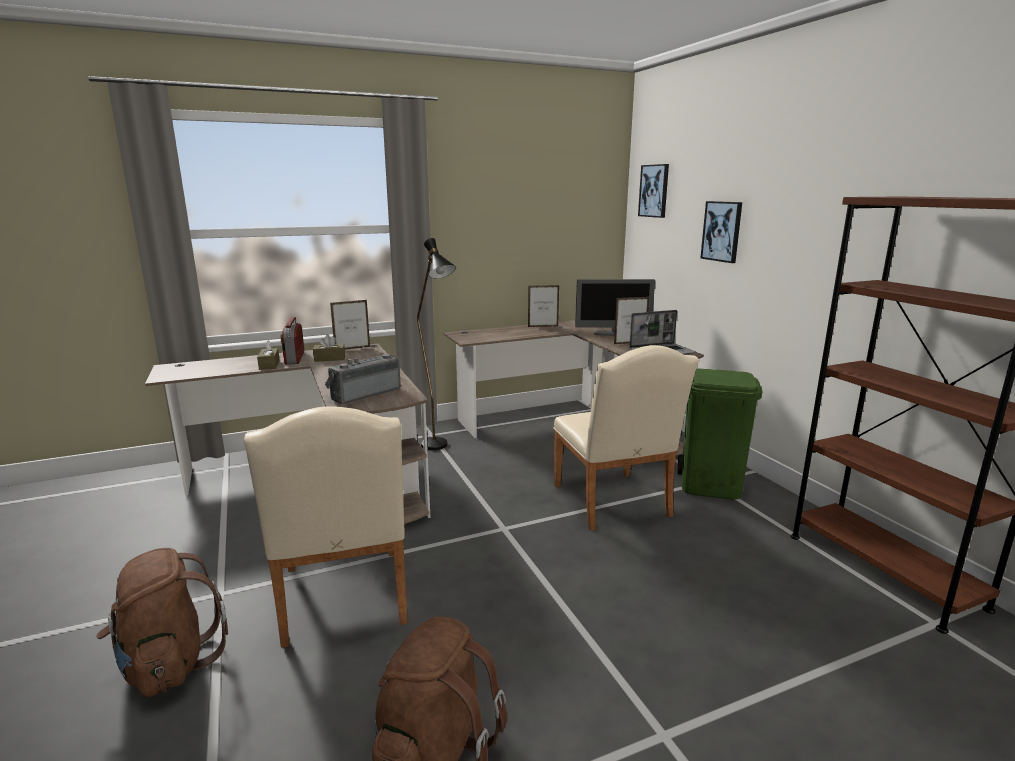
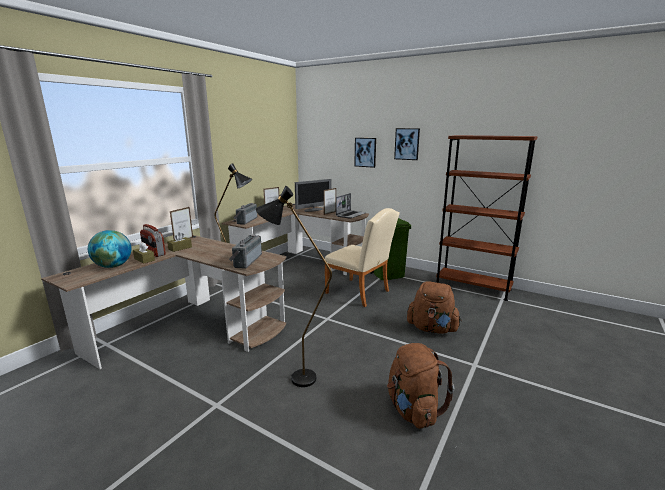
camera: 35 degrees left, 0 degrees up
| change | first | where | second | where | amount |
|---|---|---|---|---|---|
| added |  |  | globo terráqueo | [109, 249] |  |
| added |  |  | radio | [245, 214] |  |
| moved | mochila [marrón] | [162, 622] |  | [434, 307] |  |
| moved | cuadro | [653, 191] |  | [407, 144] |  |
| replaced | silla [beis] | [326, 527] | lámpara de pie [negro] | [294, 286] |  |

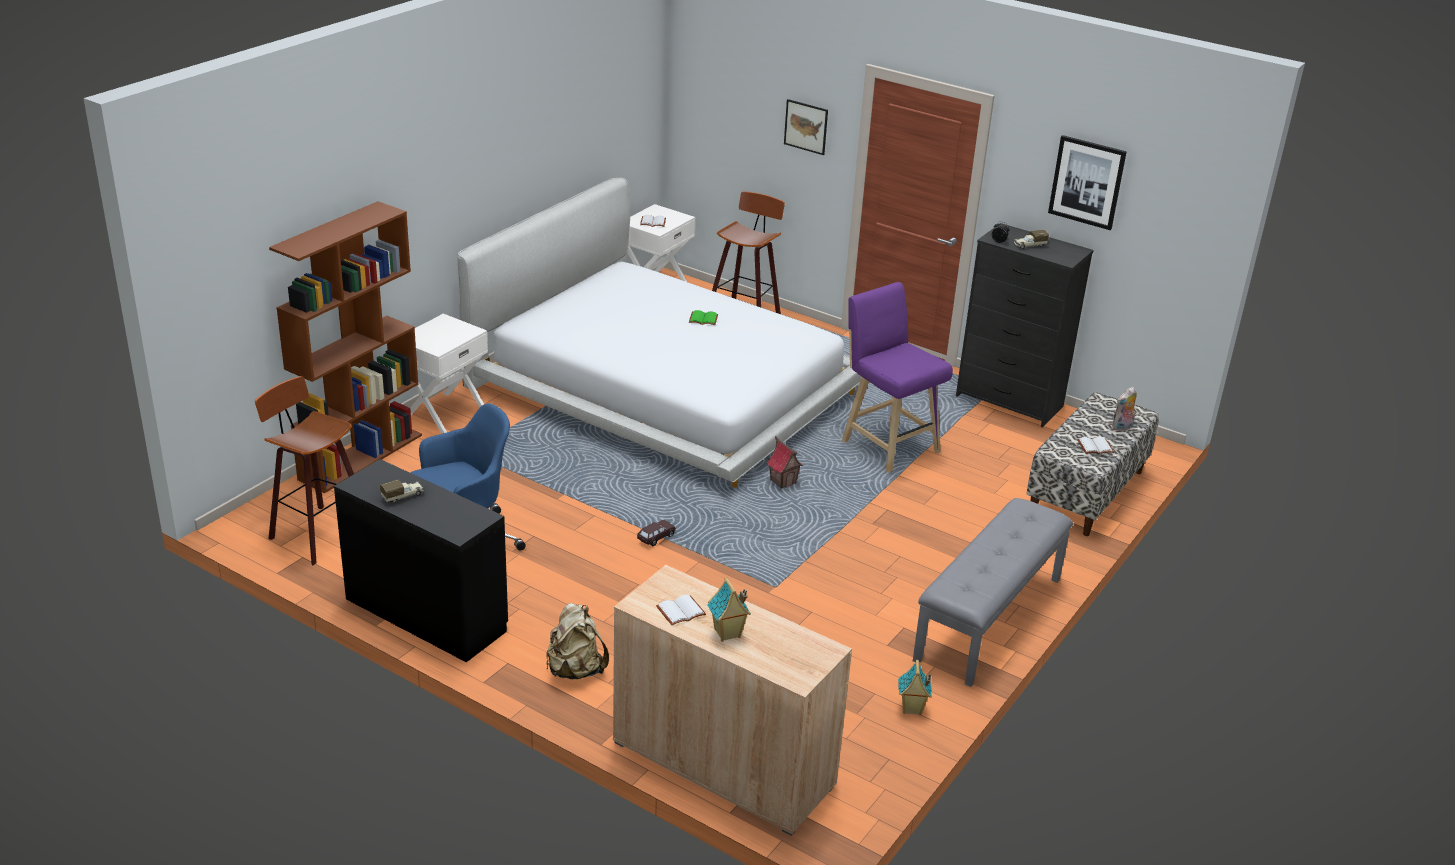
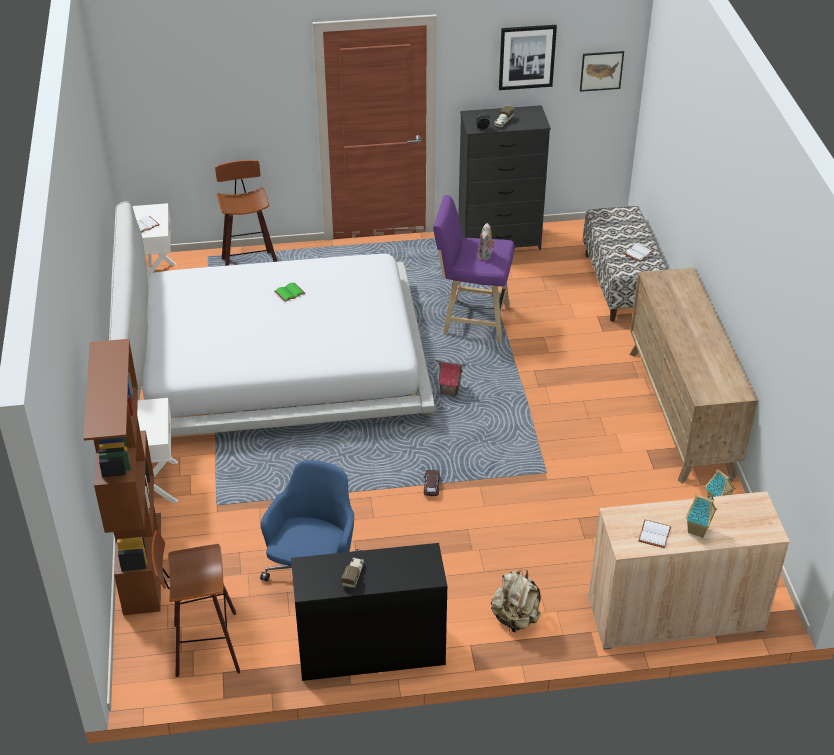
camera: 40 degrees left, 10 degrees up
| change | first | where | second | where | amount |
|---|---|---|---|---|---|
| moved | cuadro | [806, 127] |  | [602, 71] |  |
| moved | peluche | [1124, 409] |  | [486, 241] |  |
| replaced | banco [gris] | [993, 592] | cómoda [marrón] | [694, 375] |  |

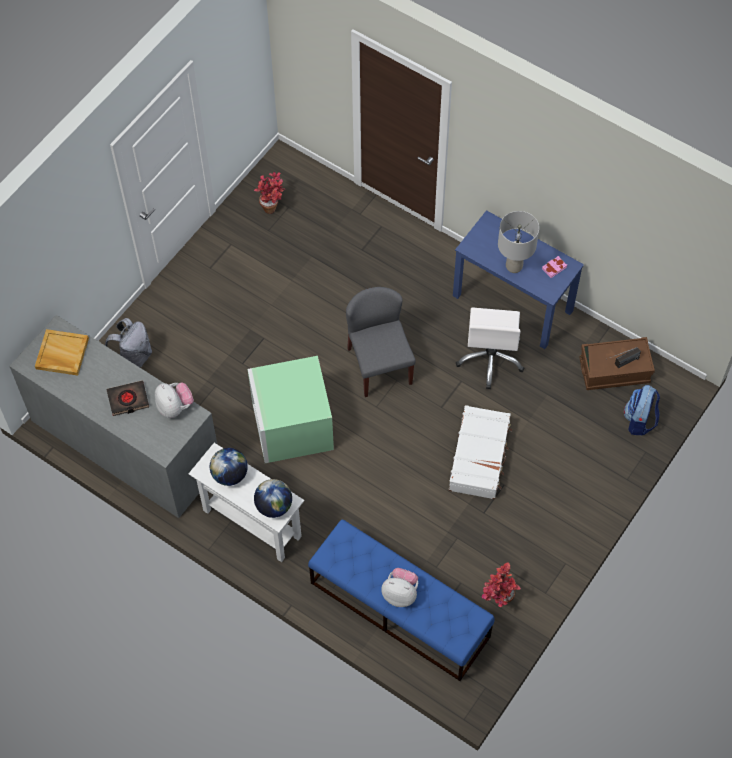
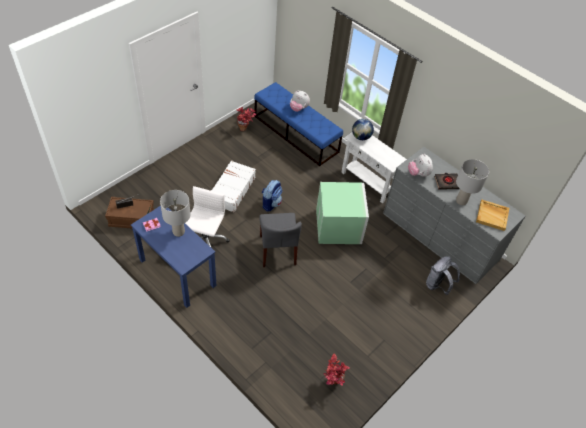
camera: 175 degrees left, 10 degrees down
| change | first | where | second | where | amount |
|---|---|---|---|---|---|
| removed | globo terráqueo | [229, 467] |  |  |  |
| added |  |  | lámpara de mesa [gris] | [472, 182] |  |
| moved | mochila | [642, 410] |  | [272, 196] |  |

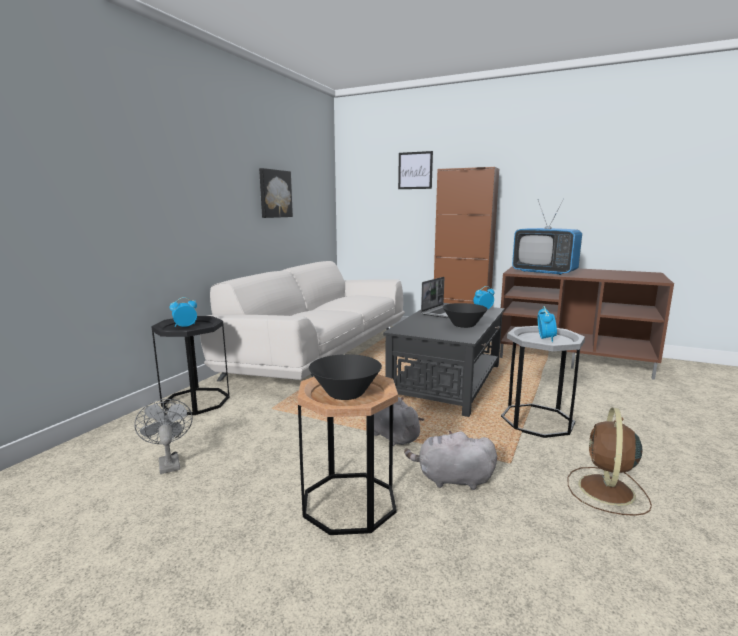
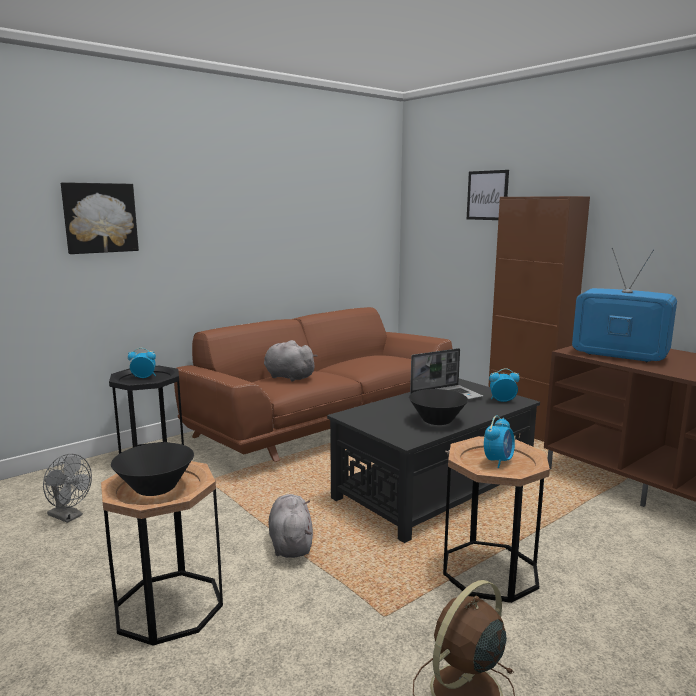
camera: 25 degrees right, 0 degrees up
| change | first | where | second | where | amount |
|---|---|---|---|---|---|
| moved | cuadro | [276, 193] |  | [100, 218] |  |
| moved | peluche [gris] | [450, 460] |  | [290, 361] |  |
| recoloured | sofá [blanco] | [302, 321] | sofá [marrón] | [313, 384] |  |
| recoloured | mesa auxiliar [gris] | [543, 382] | mesa auxiliar [marrón] | [496, 519] |  |
| turned | ventilador [gris] | [163, 436] |  | [67, 488] | 120 degrees clockwise |
| turned | televisor | [547, 236] |  | [624, 305] | 150 degrees clockwise |

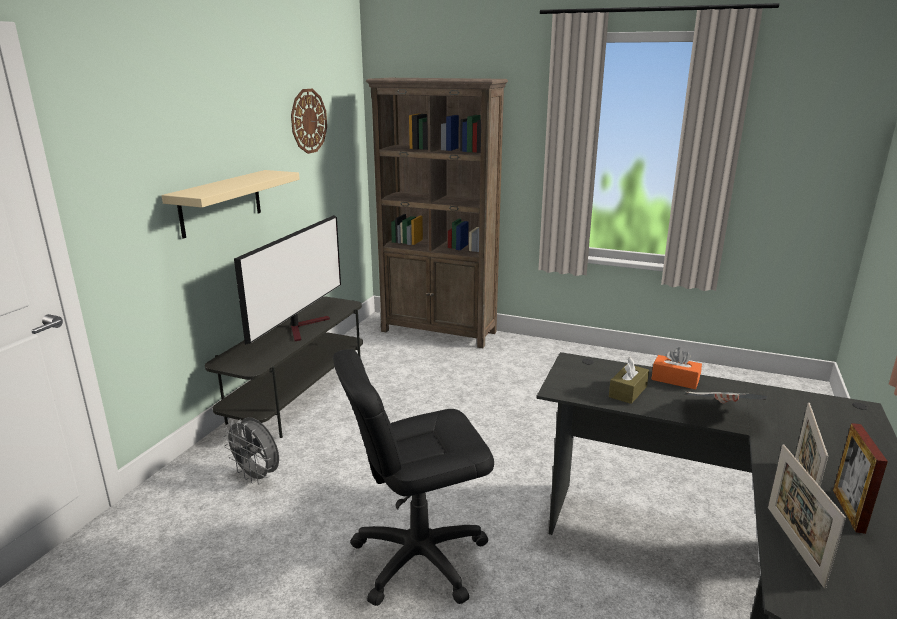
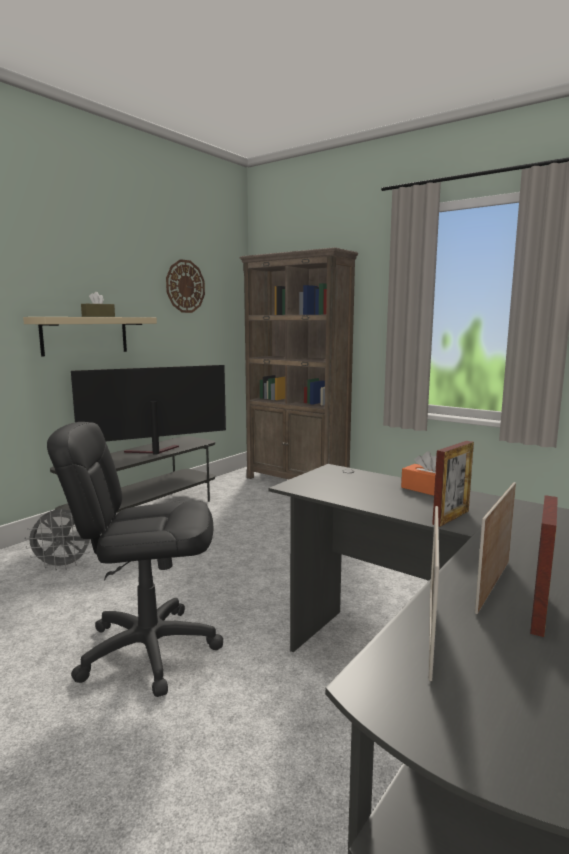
camera: 15 degrees right, 10 degrees down
| change | first | where | second | where | amount |
|---|---|---|---|---|---|
| moved | caja de pañuelos [marrón] | [629, 380] |  | [98, 304] |  |
| replaced | periódico | [725, 398] | portarretratos | [453, 484] |  |
| turned | ventilador [gris] | [251, 450] |  | [58, 539] | 60 degrees counterclockwise |
| turned | televisor | [287, 280] |  | [148, 409] | 150 degrees counterclockwise |

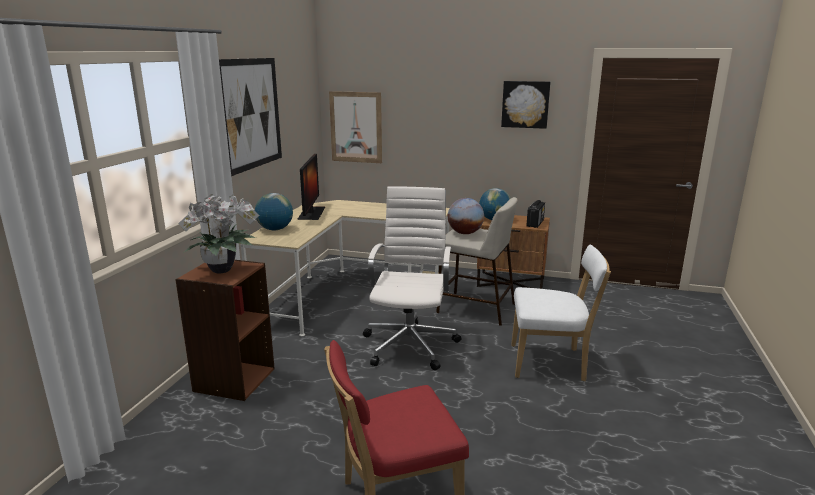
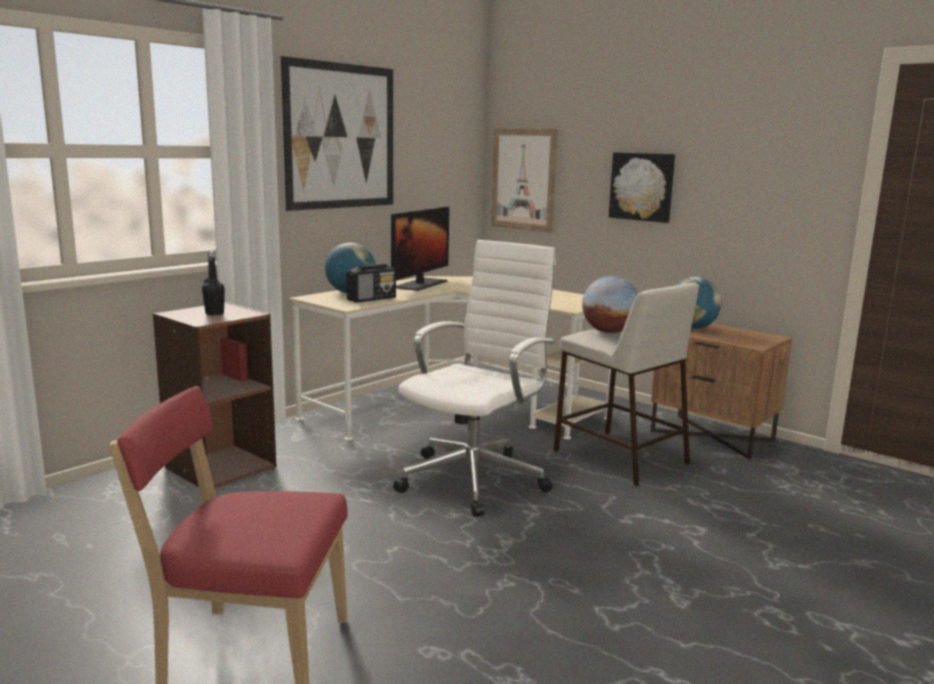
camera: 25 degrees right, 5 degrees down
| change | first | where | second | where | amount |
|---|---|---|---|---|---|
| removed | silla [blanco] | [561, 313] |  |  |  |
| moved | cuadro | [525, 105] |  | [642, 187] |  |
| moved | radio | [535, 214] |  | [371, 283] |  |
| replaced | planta en maceta | [219, 234] | botella [negro] | [213, 283] |  |

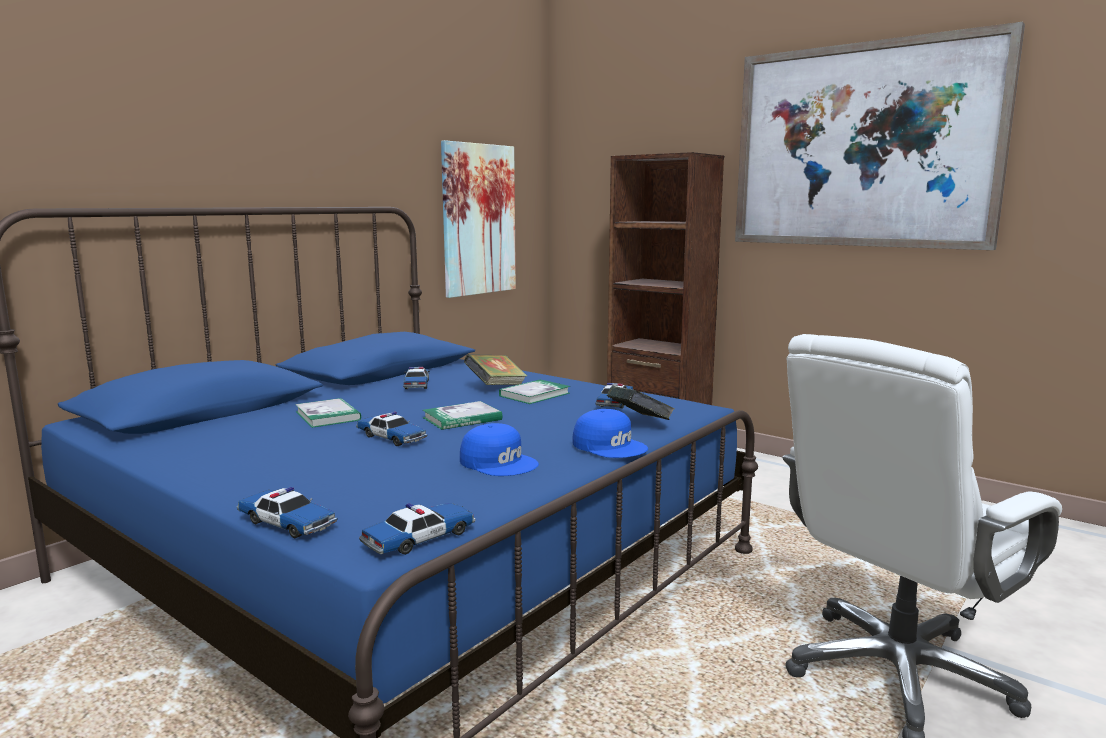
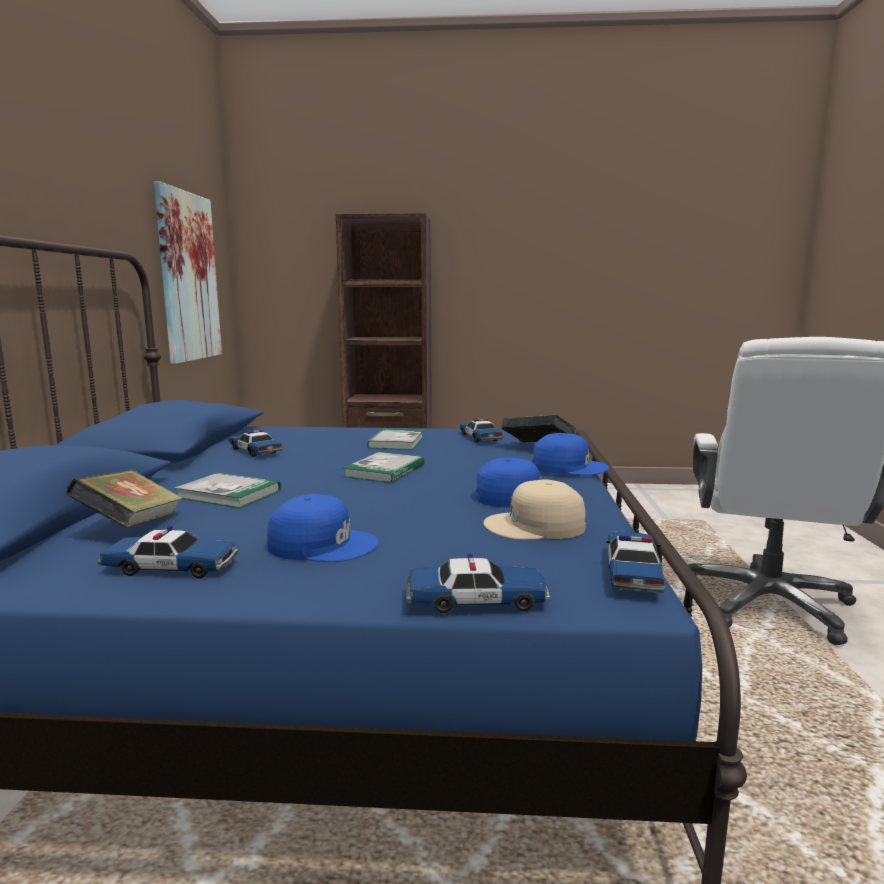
camera: 35 degrees left, 0 degrees up
| change | first | where | second | where | amount |
|---|---|---|---|---|---|
| removed | cuadro | [880, 136] |  |  |  |
| added |  |  | gorra [azul] | [323, 528] |  |
| added |  |  | gorra [beis] | [534, 510] |  |
| moved | coche de juguete | [392, 429] |  | [167, 552] |  |
| moved | libro | [495, 369] |  | [124, 499] |  |

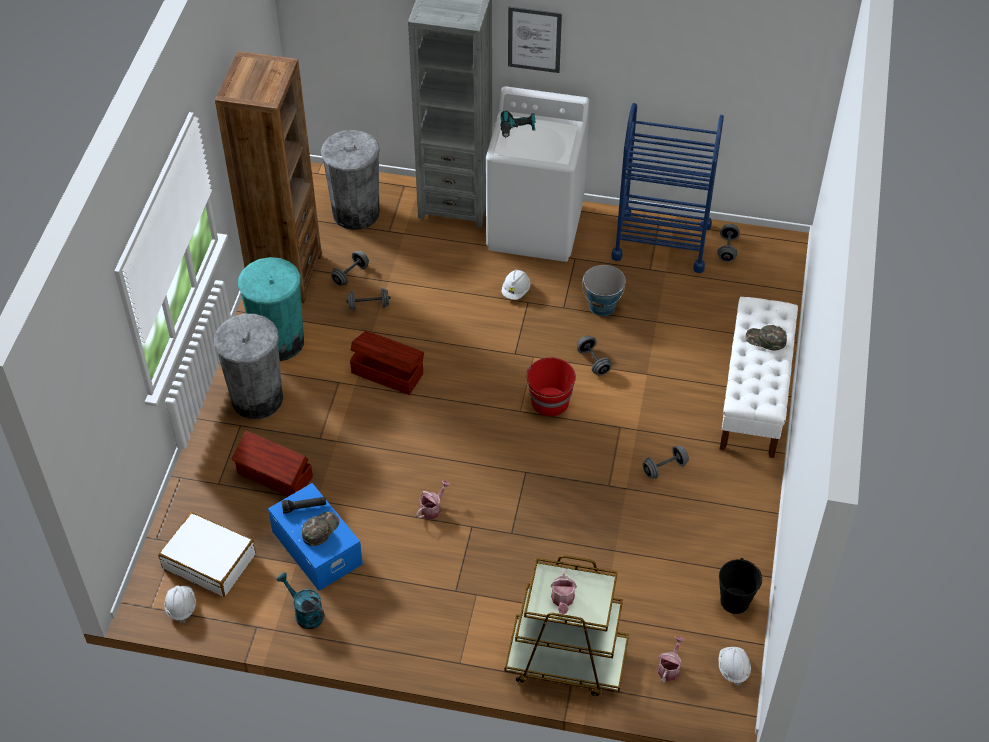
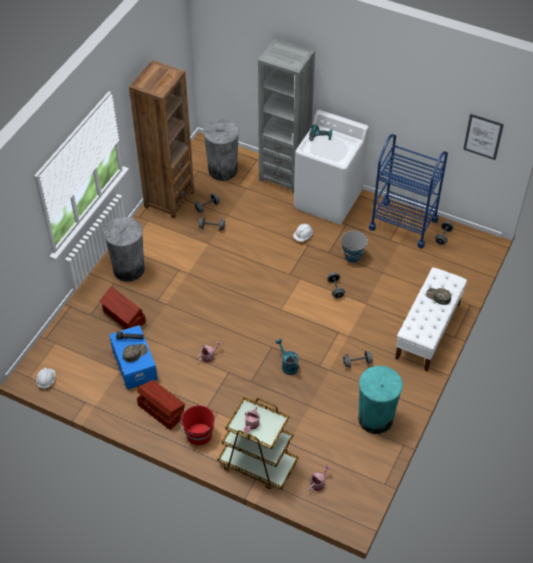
camera: 15 degrees right, 0 degrees up
| change | first | where | second | where | amount |
|---|---|---|---|---|---|
| removed | maleta [blanco] | [207, 554] |  |  |  |
| removed | cubo [negro] | [740, 586] |  |  |  |
| removed | casco [blanco] | [735, 666] |  |  |  |
| moved | papelera [turquesa] | [271, 309] |  | [380, 400] |  |
| moved | regadera [turquesa] | [301, 600] |  | [287, 357] |  |
| moved | caja de almacenaje [marrón] | [387, 363] |  | [161, 405] |  |
| moved | cuadro | [535, 39] |  | [483, 136] |  |
| moved | cubo [rojo] | [550, 387] |  | [197, 425] |  |

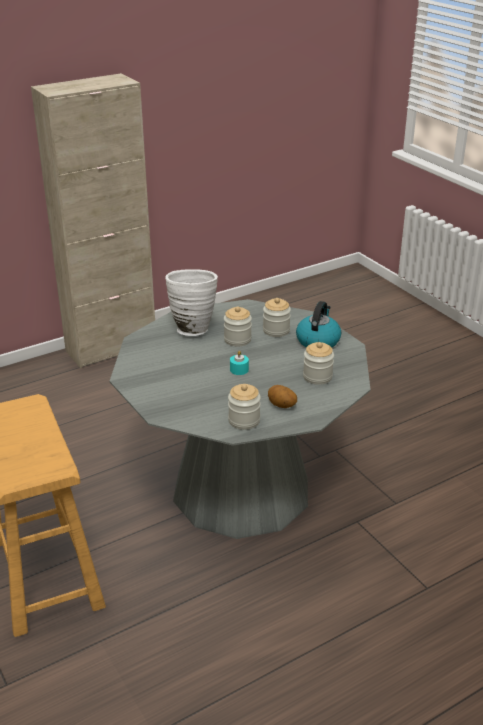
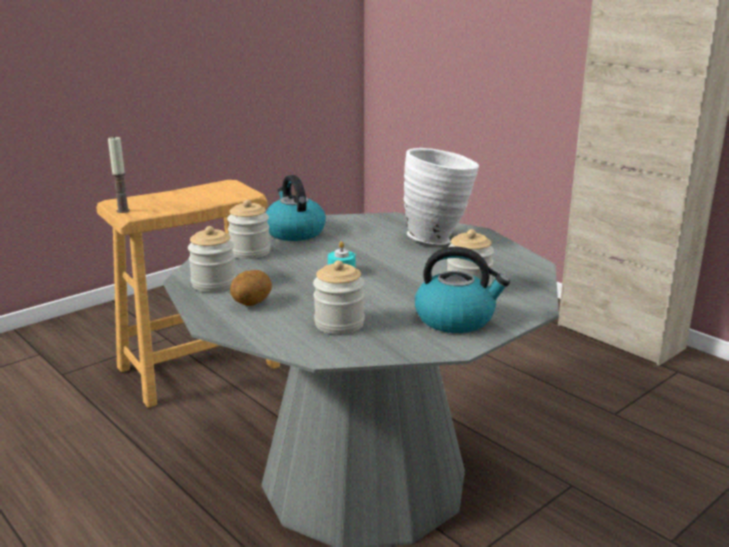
camera: 80 degrees right, 10 degrees down
| change | first | where | second | where | amount |
|---|---|---|---|---|---|
| added |  |  | vela | [119, 174] |  |
| added |  |  | hervidor | [296, 208] |  |
| moved | tarro | [238, 326] |  | [248, 229] |  |

